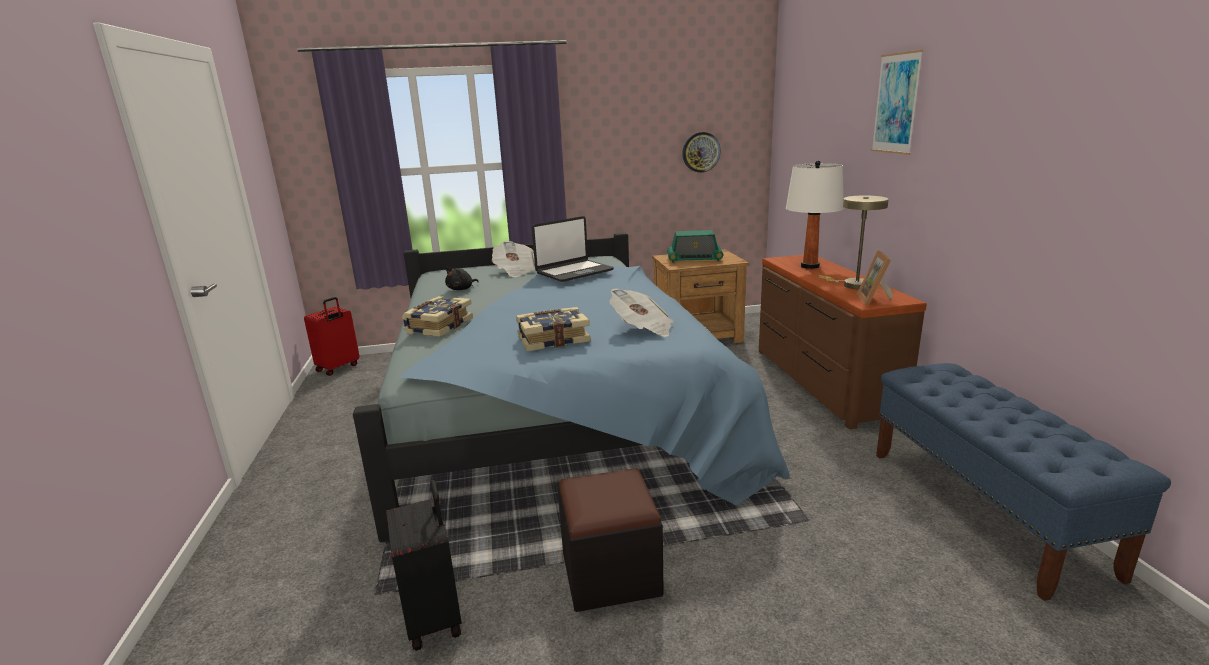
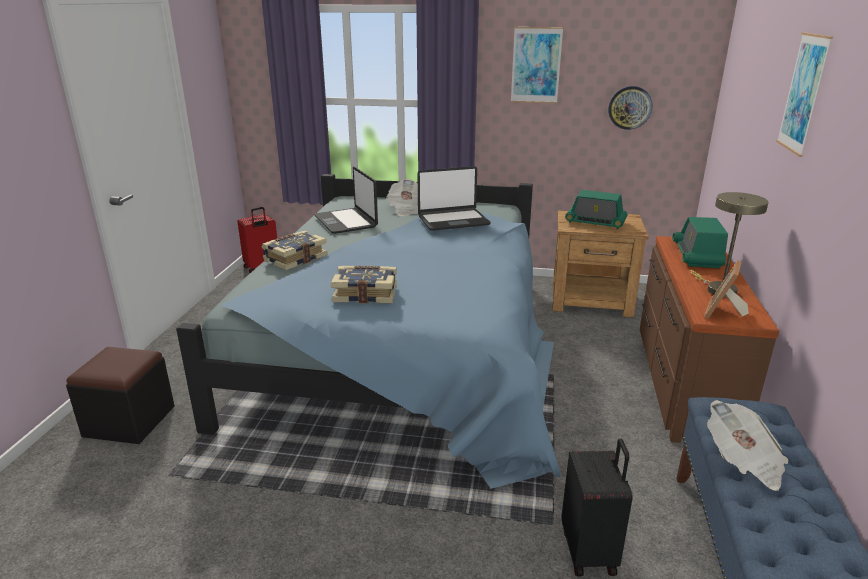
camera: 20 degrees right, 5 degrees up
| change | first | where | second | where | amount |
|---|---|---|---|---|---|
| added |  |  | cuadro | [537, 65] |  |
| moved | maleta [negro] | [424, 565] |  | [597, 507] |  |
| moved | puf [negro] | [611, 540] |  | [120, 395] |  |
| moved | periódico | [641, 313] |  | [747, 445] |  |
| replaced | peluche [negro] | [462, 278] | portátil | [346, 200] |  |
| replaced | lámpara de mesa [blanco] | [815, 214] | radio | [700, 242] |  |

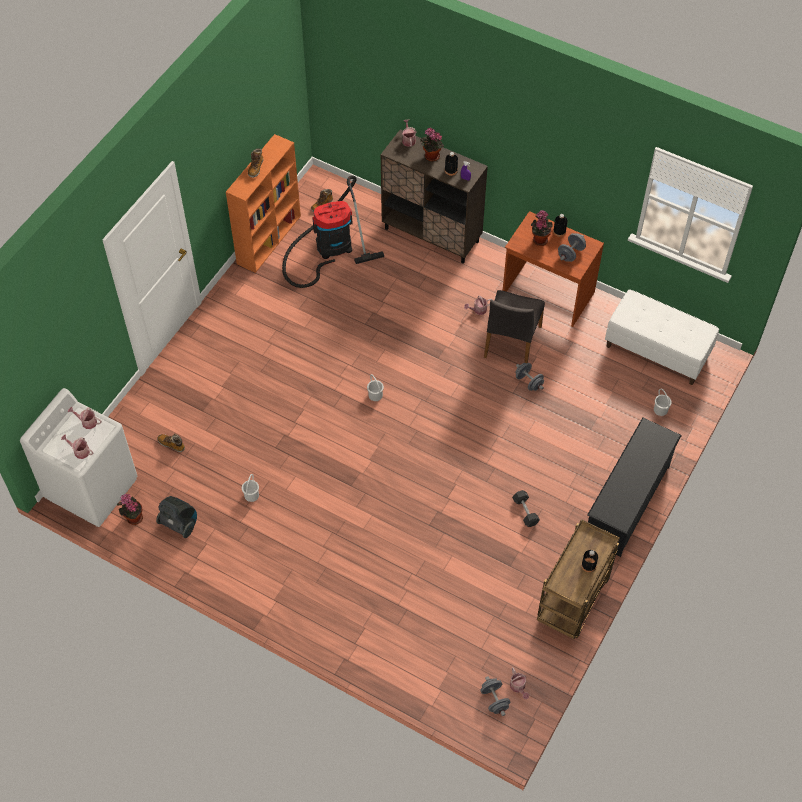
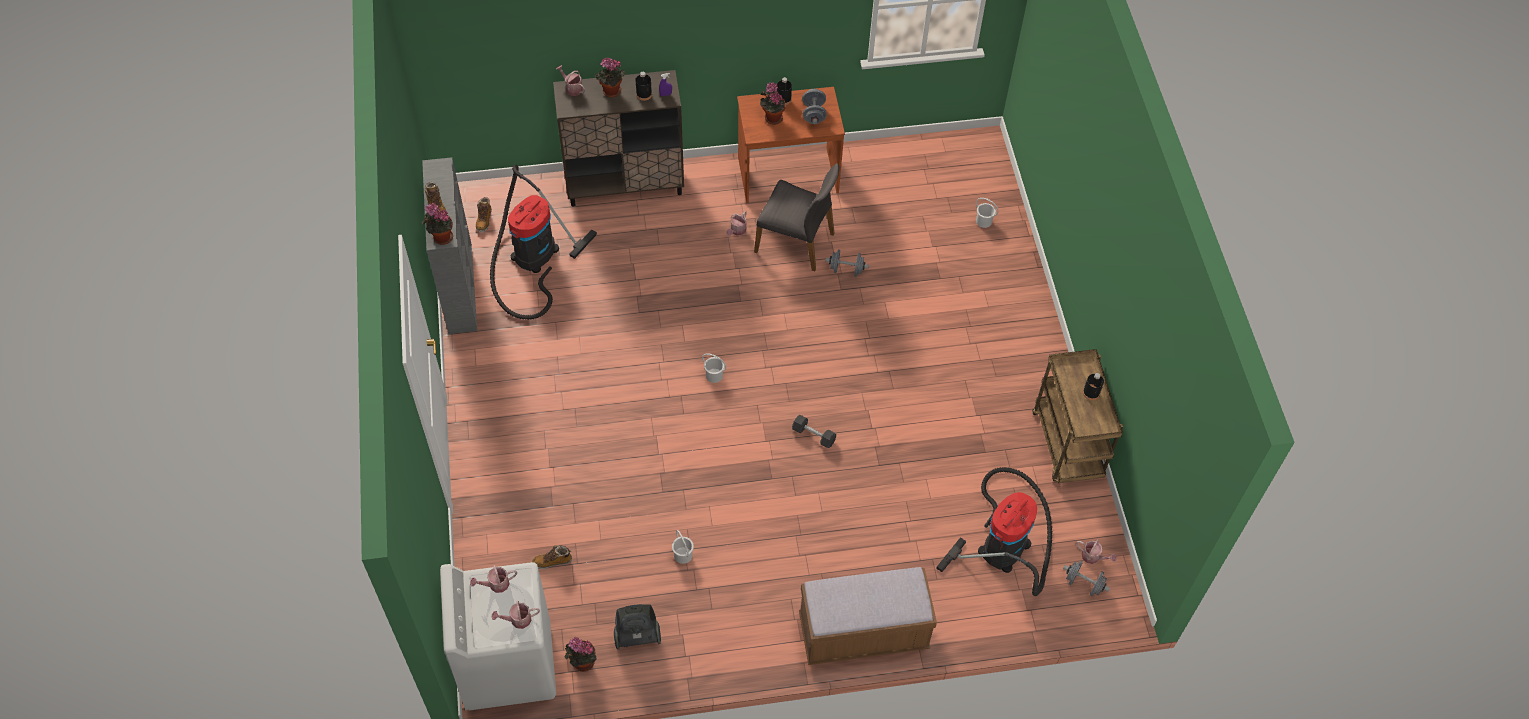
camera: 40 degrees left, 0 degrees up
| change | first | where | second | where | amount |
|---|---|---|---|---|---|
| removed | zapatero [negro] | [634, 487] |  |  |  |
| removed | banco [blanco] | [662, 337] |  |  |  |
| added |  |  | planta en maceta | [437, 224] |  |
| added |  |  | banco [marrón] | [868, 616] |  |
| added |  |  | aspiradora | [994, 531] |  |
| moved | mancuerna [negro] | [526, 508] |  | [814, 431] |  |
| recoloured | estantería [naranja] | [263, 203] | estantería [gris] | [449, 245] |  |
| turned | silla [gris] | [514, 326] |  | [797, 217] | 45 degrees counterclockwise |

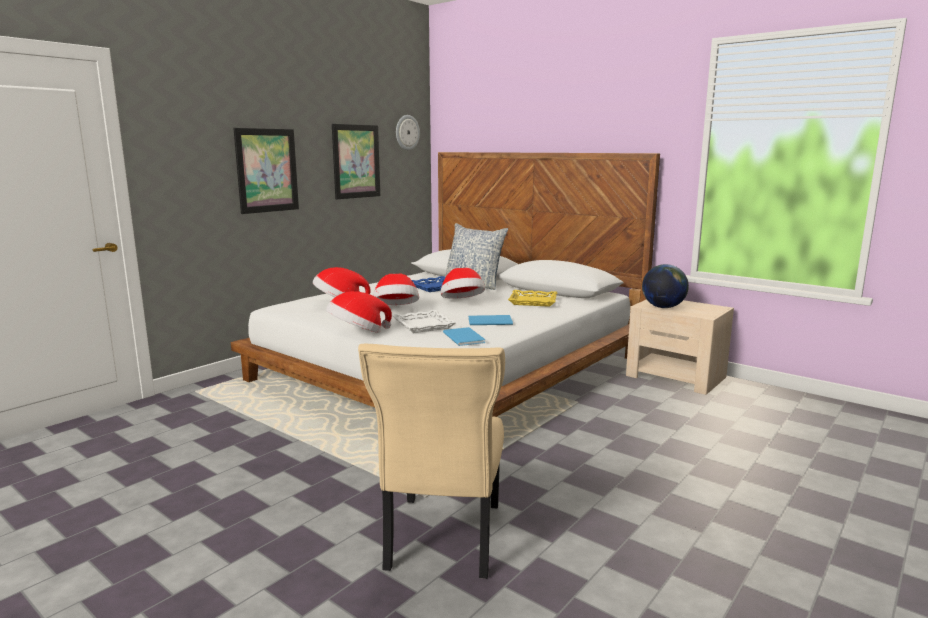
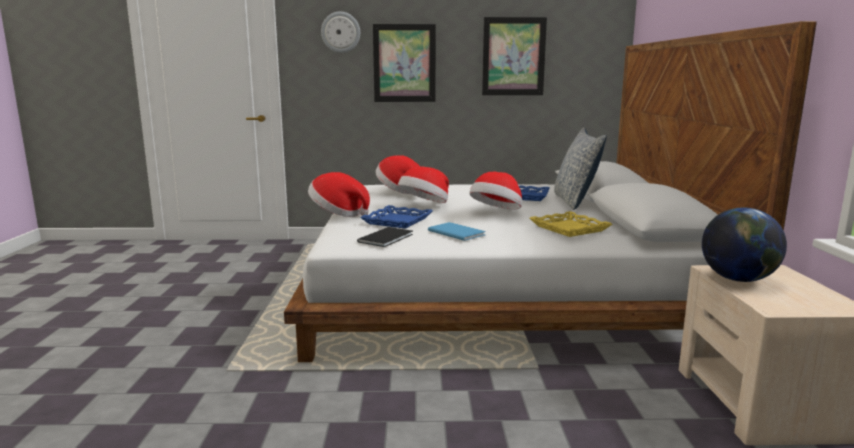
camera: 50 degrees right, 0 degrees up
| change | first | where | second | where | amount |
|---|---|---|---|---|---|
| removed | silla [beis] | [431, 461] |  |  |  |
| moved | reloj de pared | [408, 132] |  | [340, 32] |  |
| recoloured | bandeja [blanco] | [424, 321] | bandeja [azul] | [396, 217] |  |
| recoloured | libro [azul] | [464, 336] | libro [negro] | [385, 237] |  |

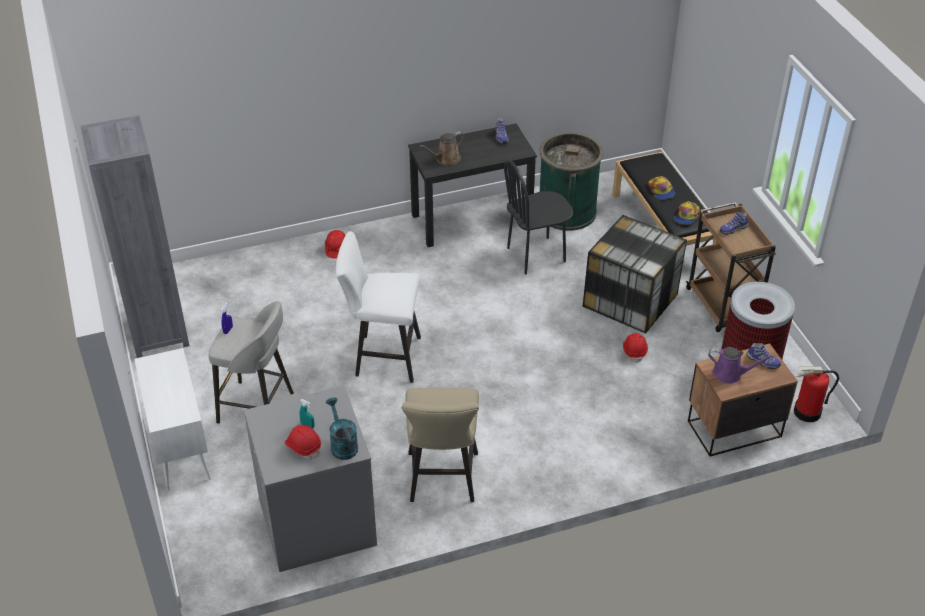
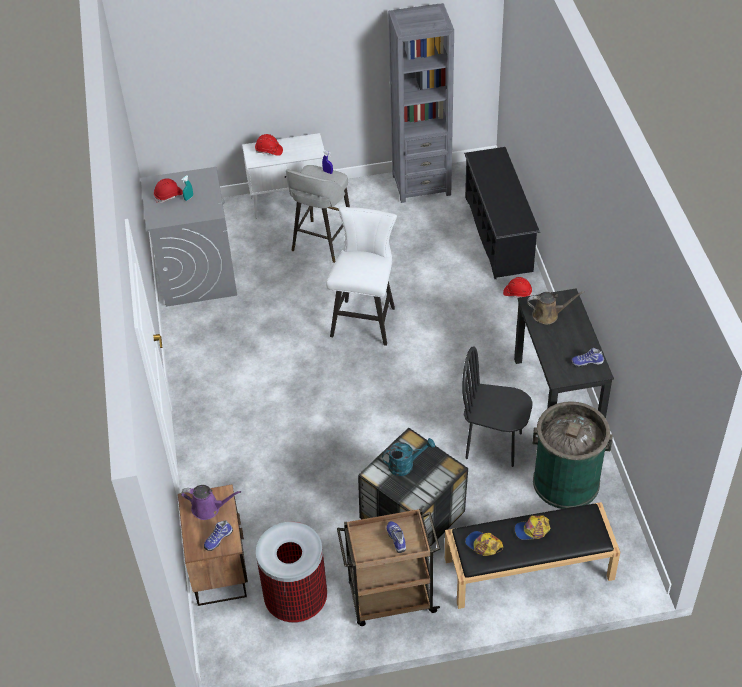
camera: 100 degrees right, 5 degrees up
| change | first | where | second | where | amount |
|---|---|---|---|---|---|
| removed | taburete [beis] | [440, 445] |  |  |  |
| removed | extintor | [816, 394] |  |  |  |
| added |  |  | zapatero [negro] | [502, 213] |  |
| moved | regadera [turquesa] | [342, 428] |  | [408, 457] |  |
| moved | casco [rojo] | [635, 348] |  | [269, 145] |  |
| turned | regadera [marrón] | [442, 148] |  | [556, 308] | 120 degrees clockwise |
| turned | silla [negro] | [538, 217] |  | [497, 406] | 60 degrees counterclockwise |
| turned | regadera [morado] | [741, 365] |  | [211, 502] | 105 degrees counterclockwise |

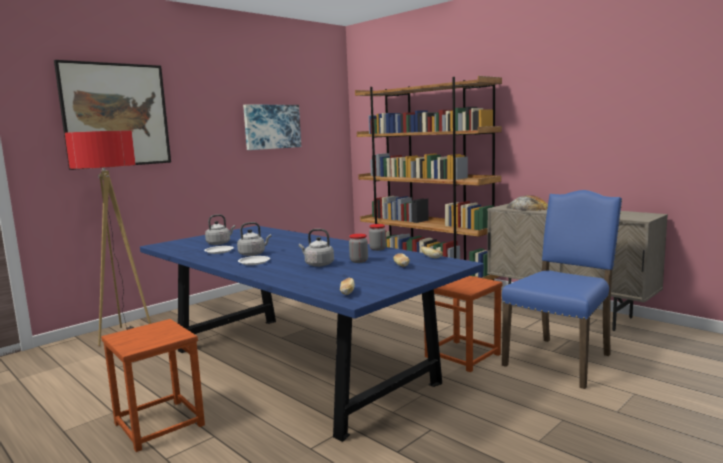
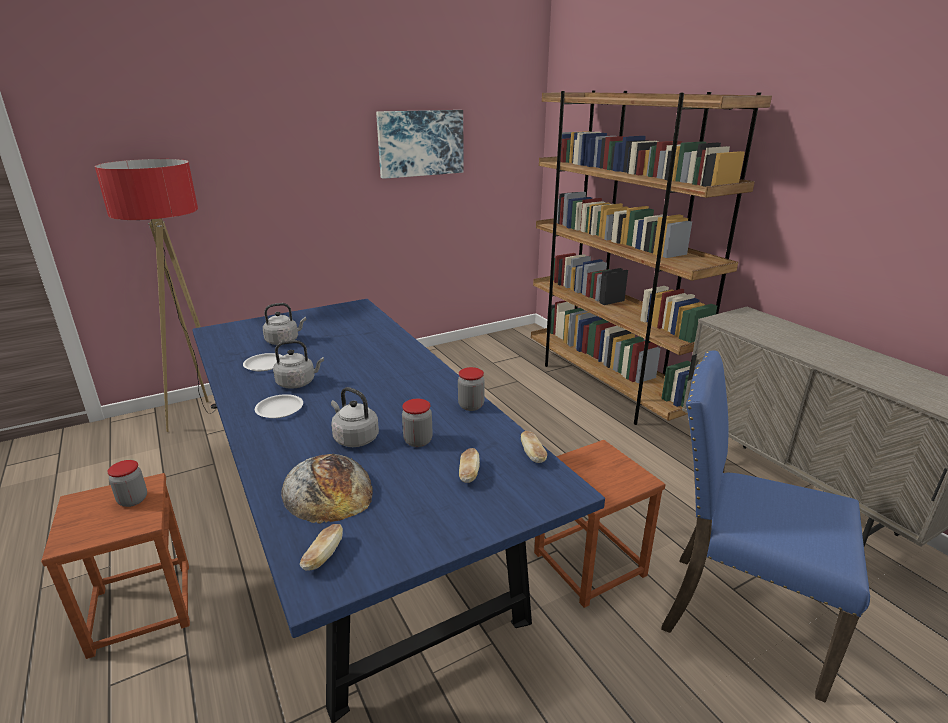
camera: 15 degrees right, 15 degrees up
| change | first | where | second | where | amount |
|---|---|---|---|---|---|
| removed | cuadro | [112, 115] |  |  |  |
| added |  |  | tarro | [127, 483] |  |
| moved | pan | [527, 203] |  | [327, 489] |  |
| turned | silla [azul] | [562, 289] |  | [765, 526] | 120 degrees counterclockwise |

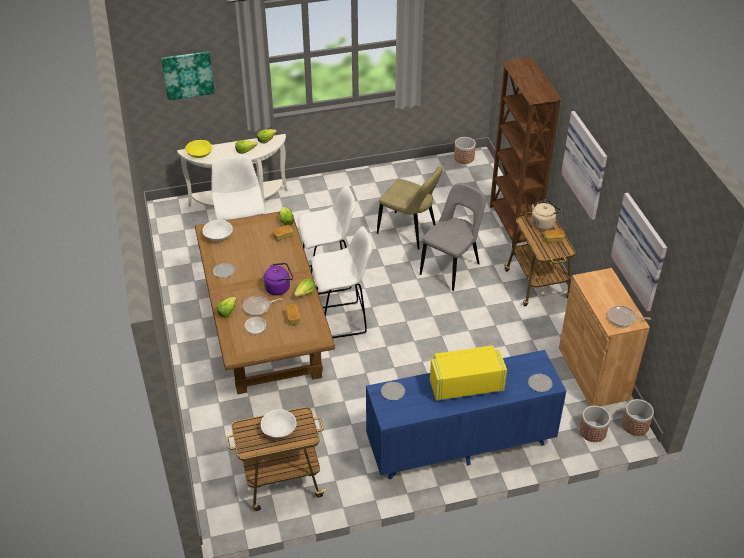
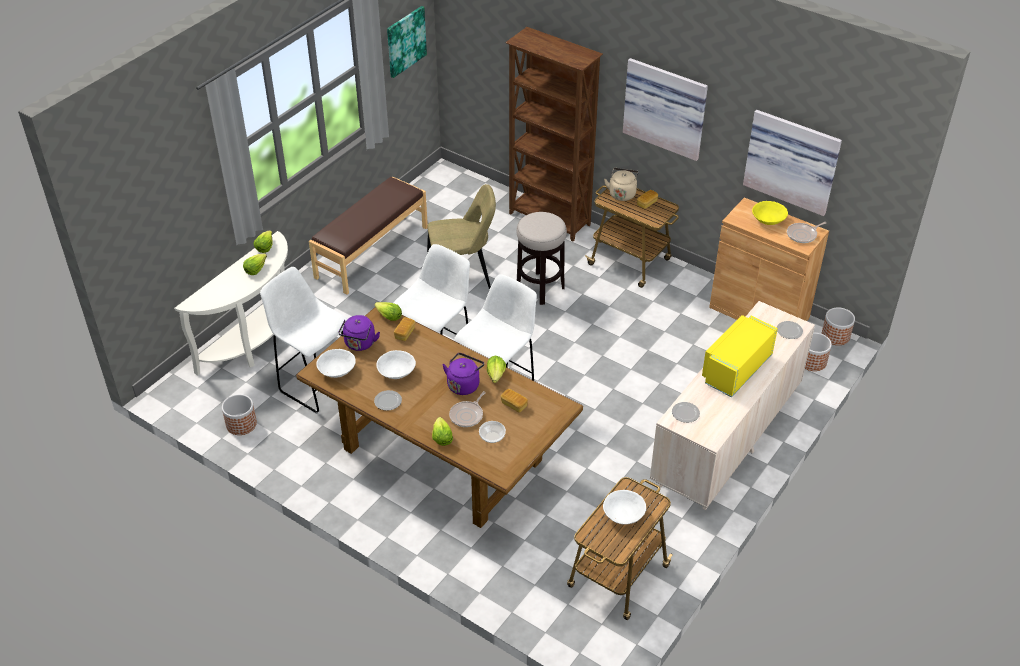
camera: 40 degrees left, 0 degrees up
| change | first | where | second | where | amount |
|---|---|---|---|---|---|
| added |  |  | banco [marrón] | [368, 236] |  |
| added |  |  | hervidor [morado] | [359, 333] |  |
| added |  |  | cuenco [blanco] | [396, 364] |  |
| moved | cuadro | [188, 75] |  | [407, 42] |  |
| moved | cuenco [amarillo] | [198, 149] |  | [770, 213] |  |
| moved | maceta | [465, 150] |  | [239, 414] |  |
| replaced | silla [gris] | [453, 237] | taburete | [542, 258] |  |
| recoloured | cómoda [azul] | [466, 414] | cómoda [beis] | [732, 405] |  |

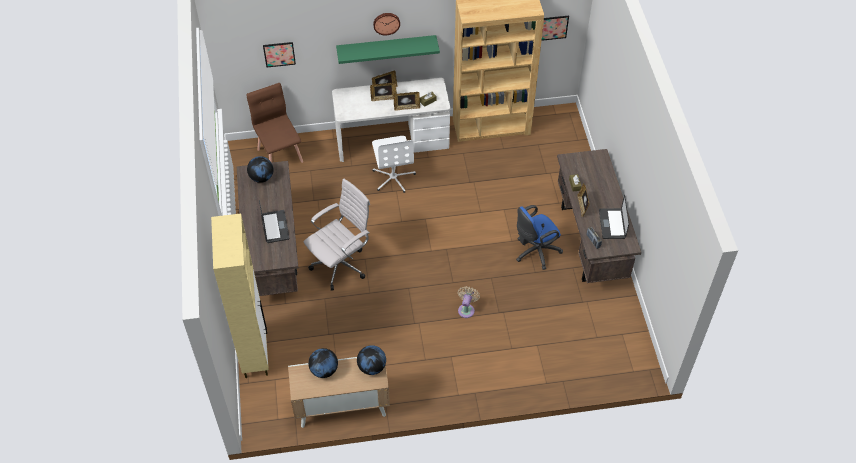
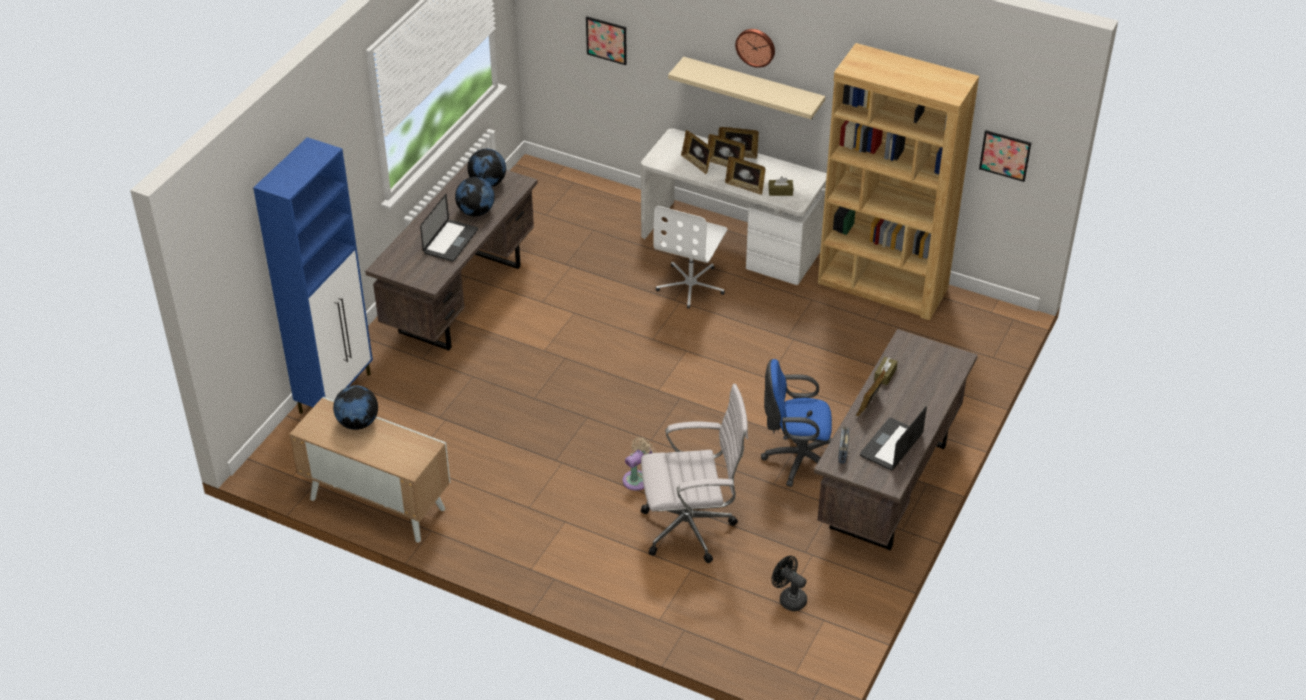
camera: 35 degrees right, 10 degrees down
| change | first | where | second | where | amount |
|---|---|---|---|---|---|
| removed | silla [marrón] | [274, 123] |  |  |  |
| added |  |  | portarretratos | [696, 152] |  |
| added |  |  | ventilador [negro] | [789, 583] |  |
| moved | silla de oficina [blanco] | [337, 234] |  | [694, 473] |  |
| moved | globo terráqueo | [371, 360] |  | [475, 196] |  |
| recoloured | armario [beis] | [240, 296] | armario [azul] | [313, 275] |  |
| recoloured | estante [verde] | [388, 49] | estante [beis] | [746, 88] |  |

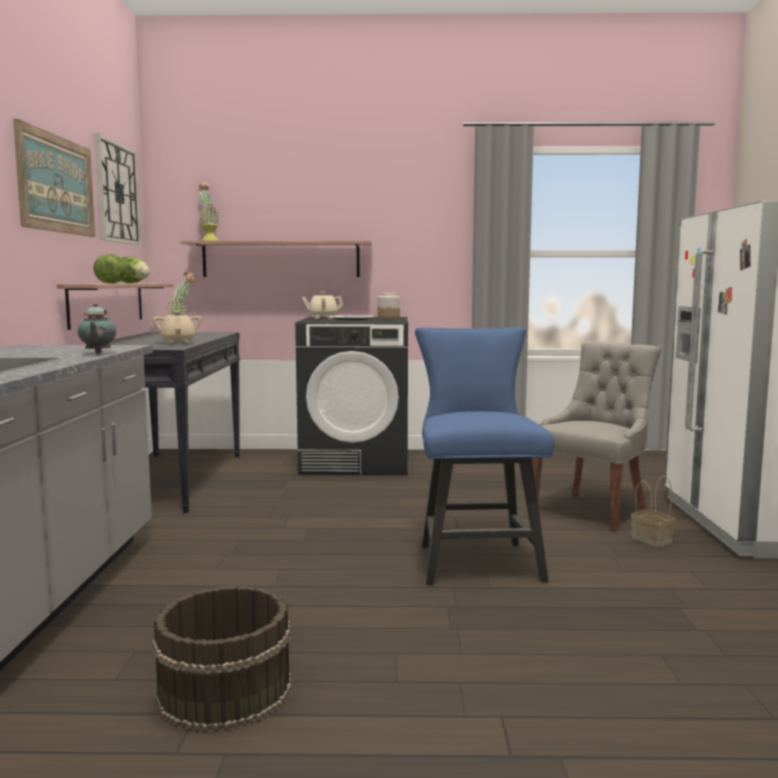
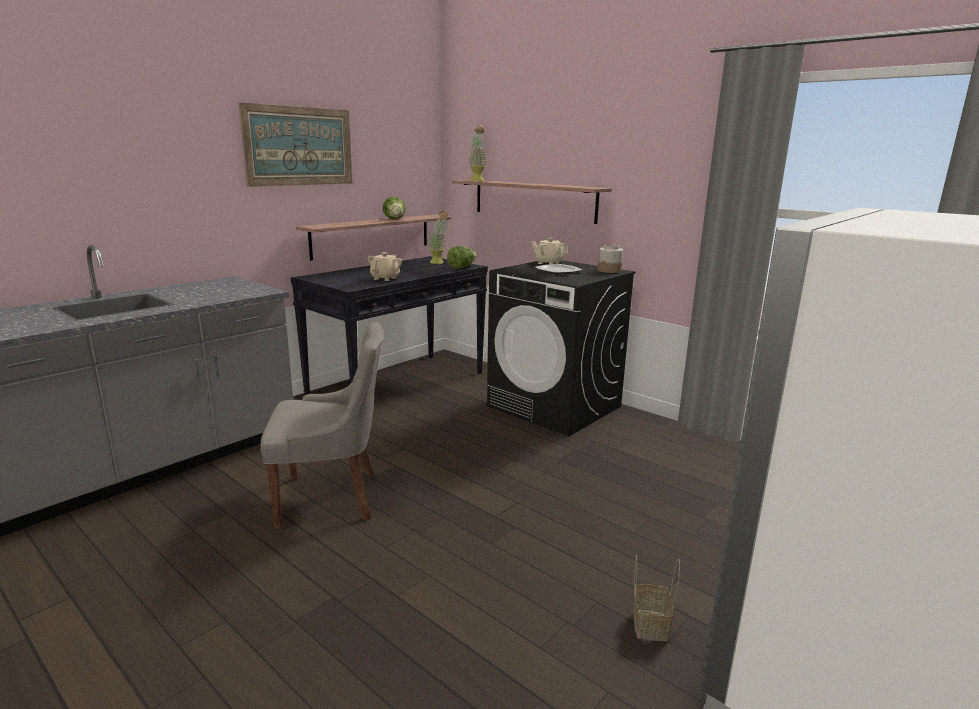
camera: 40 degrees right, 10 degrees up
| change | first | where | second | where | amount |
|---|---|---|---|---|---|
| removed | tetera | [97, 328] |  |  |  |
| removed | reloj de pared | [117, 189] |  |  |  |
| removed | cubo [marrón] | [222, 659] |  |  |  |
| removed | silla [azul] | [484, 456] |  |  |  |
| moved | lechuga | [111, 269] |  | [461, 257] |  |
| moved | silla [gris] | [596, 437] |  | [322, 425] |  |

